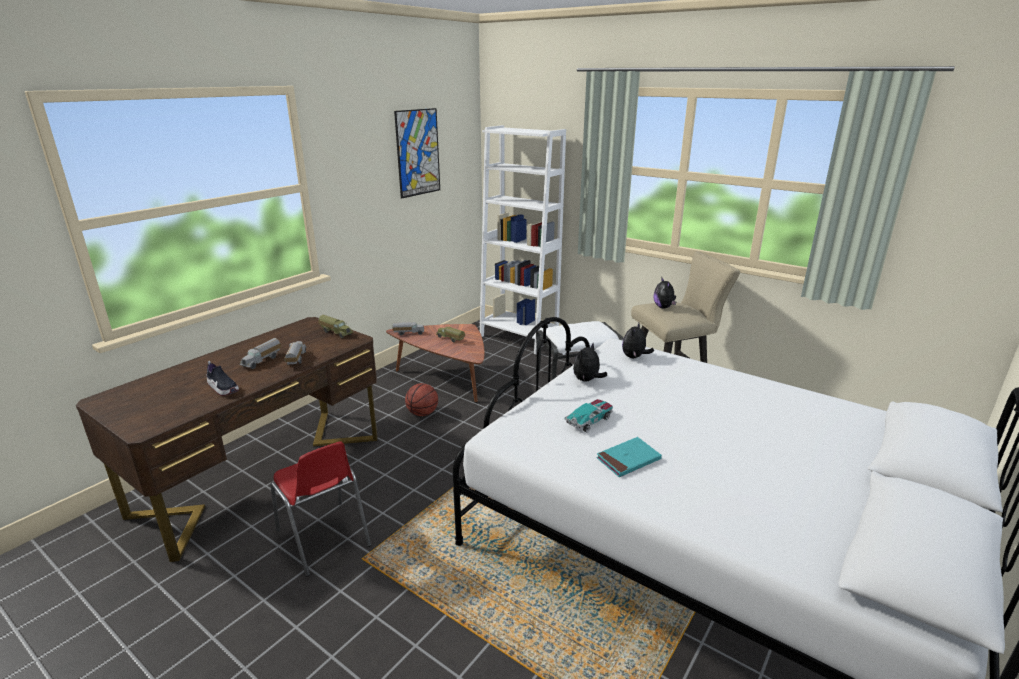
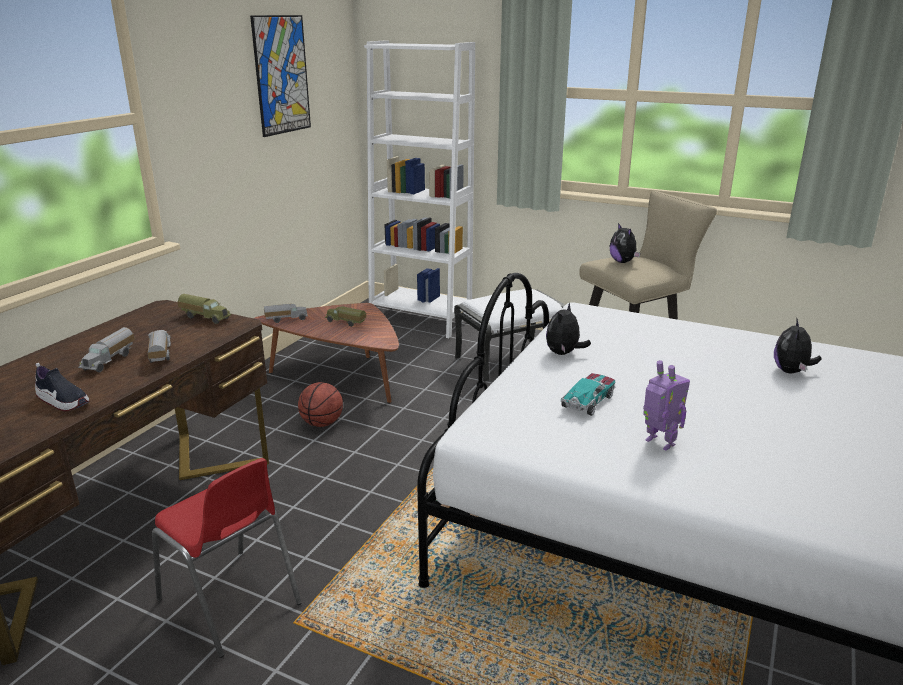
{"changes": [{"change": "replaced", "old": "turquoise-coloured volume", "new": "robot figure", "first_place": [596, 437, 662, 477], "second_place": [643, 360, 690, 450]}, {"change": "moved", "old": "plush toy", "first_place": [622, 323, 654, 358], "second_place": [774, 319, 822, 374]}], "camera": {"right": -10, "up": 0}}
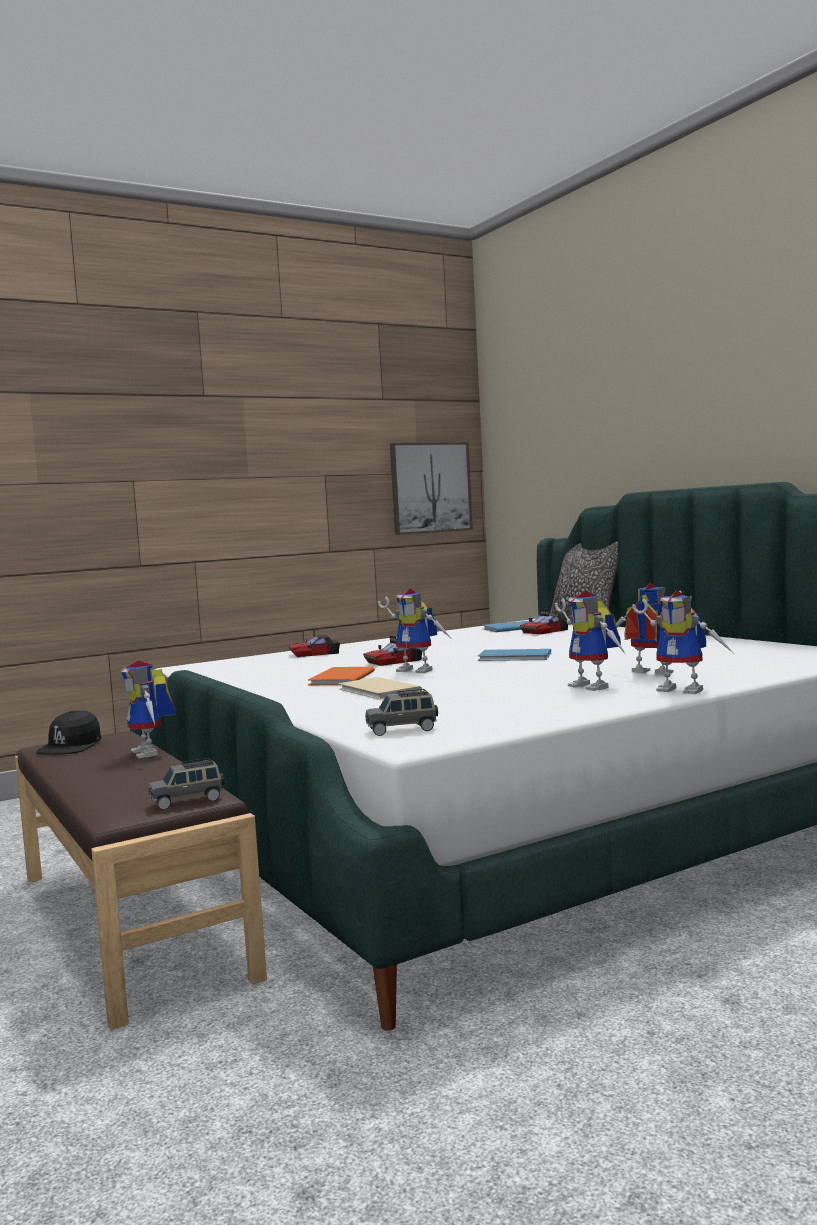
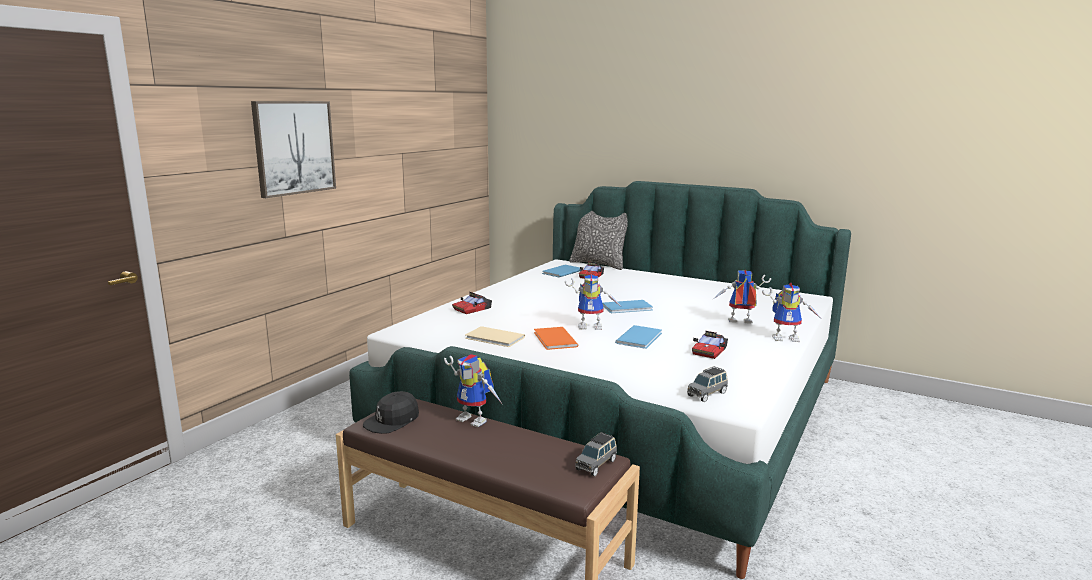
{"changes": [{"change": "moved", "old": "wall picture", "first_place": [390, 442, 473, 535], "second_place": [251, 101, 336, 198]}, {"change": "turned", "old": "blackish peaked cap", "first_place": [36, 710, 101, 754], "second_place": [363, 391, 419, 434], "degrees": 60}, {"change": "moved", "old": "beige-coloured volume", "first_place": [339, 677, 422, 699], "second_place": [465, 326, 525, 347]}, {"change": "added", "new": "bluish volume", "second_place": [615, 325, 662, 349]}, {"change": "moved", "old": "toy car", "first_place": [363, 636, 422, 666], "second_place": [692, 331, 728, 359]}, {"change": "removed", "old": "robot figure", "first_place": [555, 591, 625, 691]}], "camera": {"right": -30, "up": 10}}
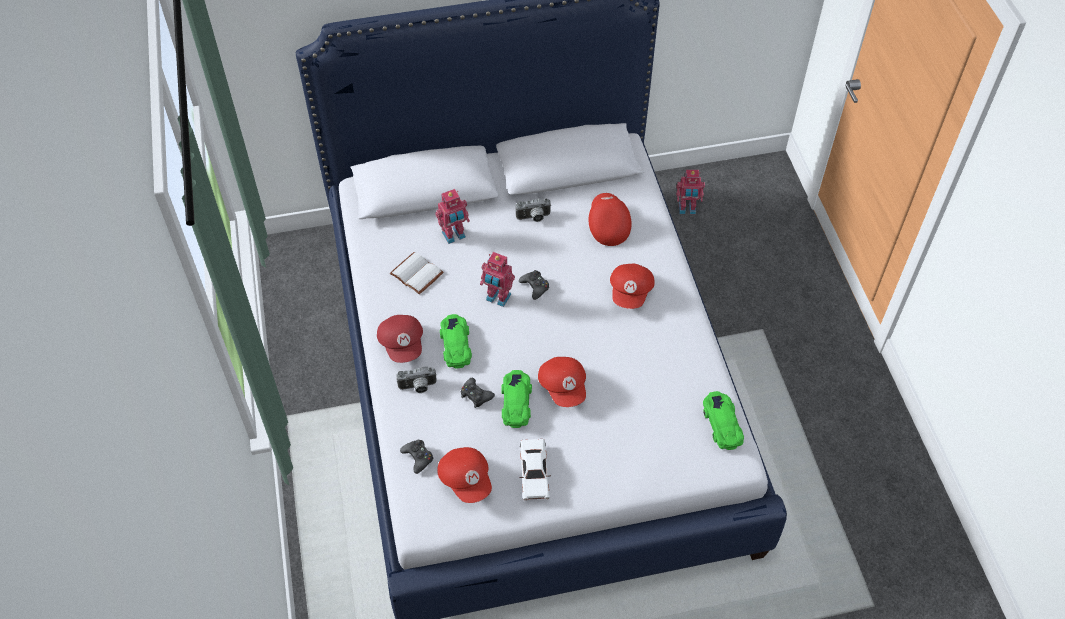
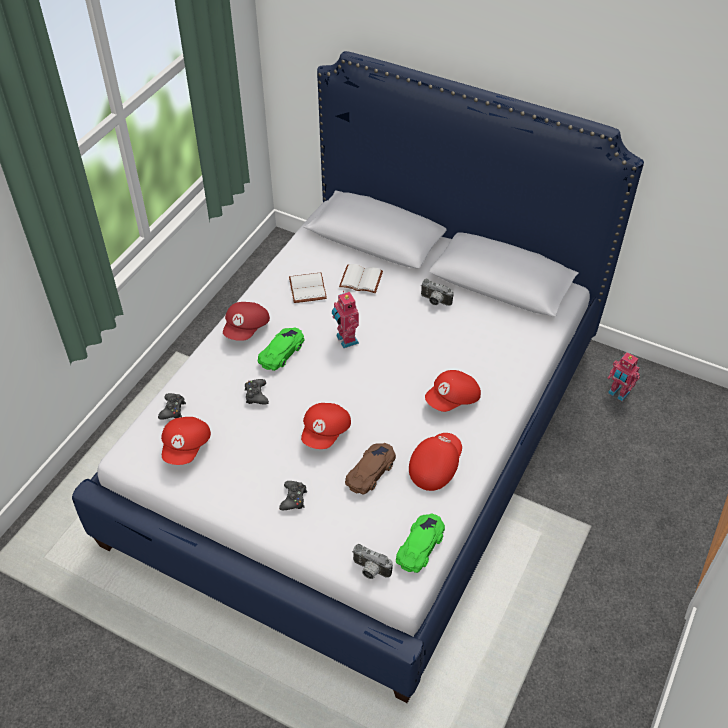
{"changes": [{"change": "moved", "old": "blackish game controller", "first_place": [519, 270, 549, 300], "second_place": [279, 481, 307, 510]}, {"change": "replaced", "old": "robot figure", "new": "white-coloured volume", "first_place": [436, 189, 470, 244], "second_place": [339, 264, 383, 293]}, {"change": "added", "new": "brownish toy car", "second_place": [345, 443, 396, 495]}, {"change": "moved", "old": "photo camera", "first_place": [396, 366, 437, 393], "second_place": [352, 544, 393, 579]}, {"change": "moved", "old": "red peaked cap", "first_place": [589, 193, 632, 246], "second_place": [409, 433, 462, 491]}, {"change": "removed", "old": "green-coloured toy car", "first_place": [501, 370, 532, 428]}, {"change": "removed", "old": "white-coloured toy car", "first_place": [519, 439, 551, 501]}], "camera": {"right": 40, "up": -5}}
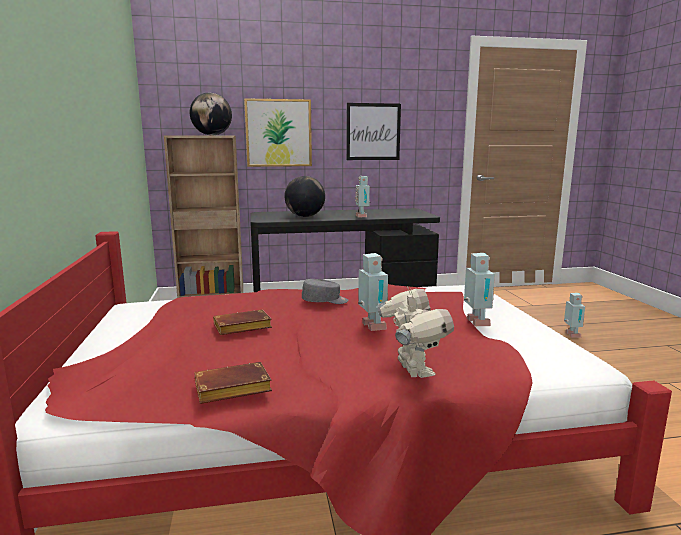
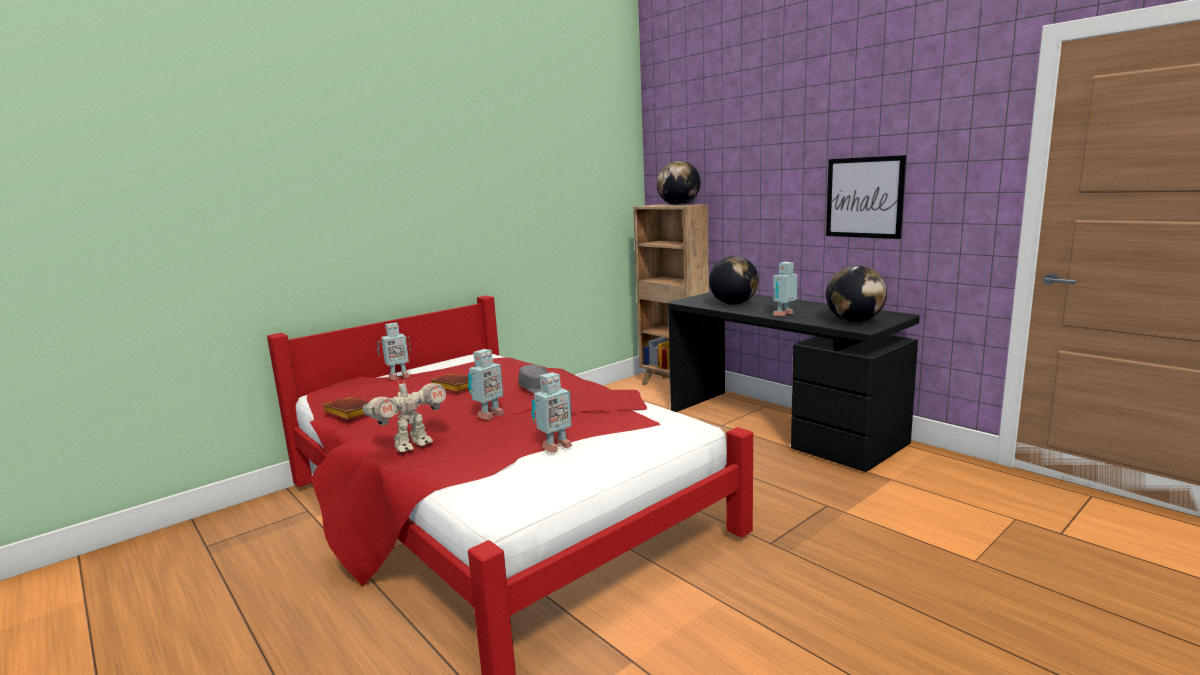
{"changes": [{"change": "moved", "old": "robot figure", "first_place": [564, 293, 585, 338], "second_place": [377, 322, 411, 380]}, {"change": "added", "new": "world globe", "second_place": [826, 265, 887, 322]}, {"change": "removed", "old": "wall picture", "first_place": [244, 98, 312, 167]}], "camera": {"right": 60, "up": 0}}
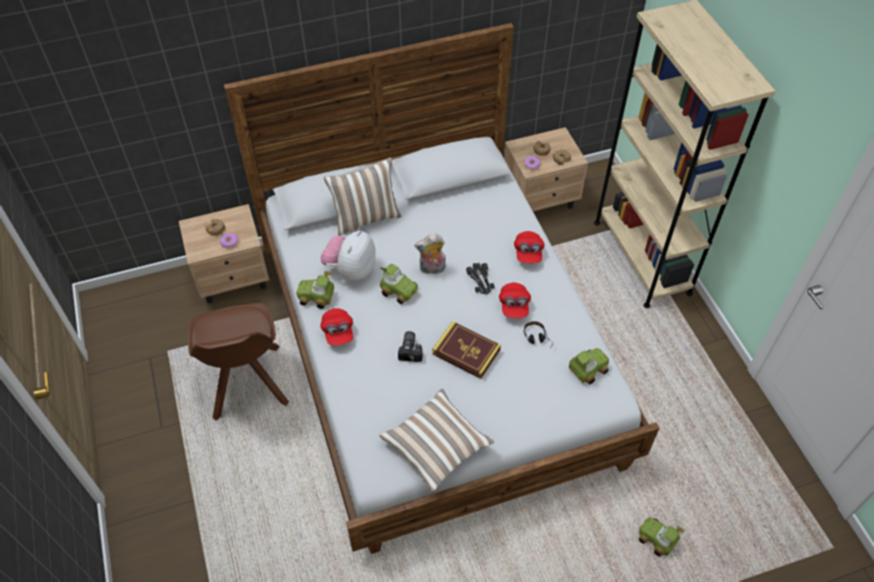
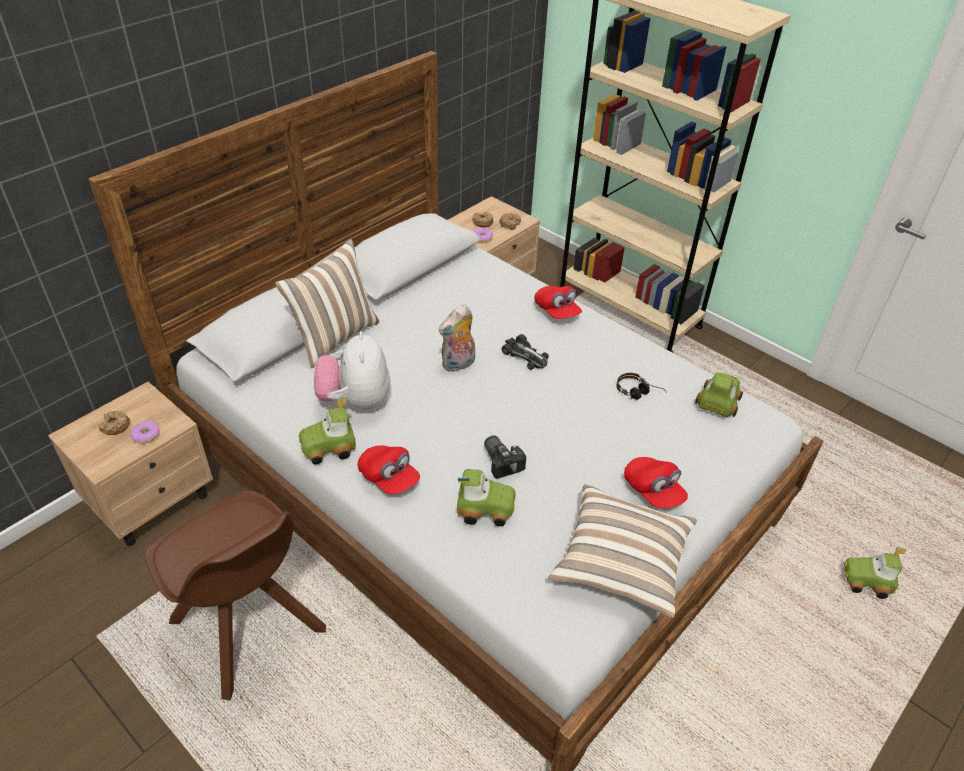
{"changes": [{"change": "moved", "old": "toy car", "first_place": [380, 264, 418, 304], "second_place": [457, 469, 516, 526]}, {"change": "moved", "old": "red peaked cap", "first_place": [499, 282, 531, 318], "second_place": [624, 457, 688, 509]}, {"change": "removed", "old": "volume", "first_place": [432, 321, 501, 379]}], "camera": {"right": -30, "up": -10}}
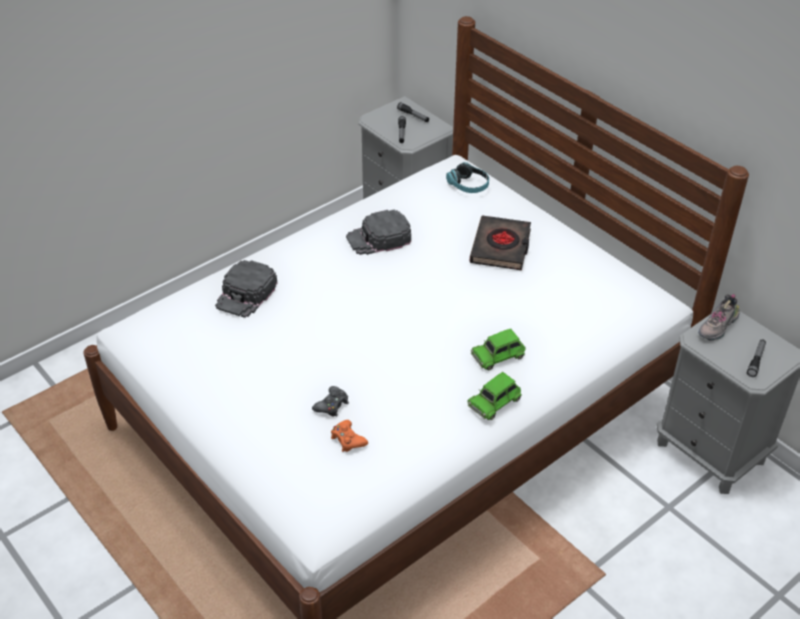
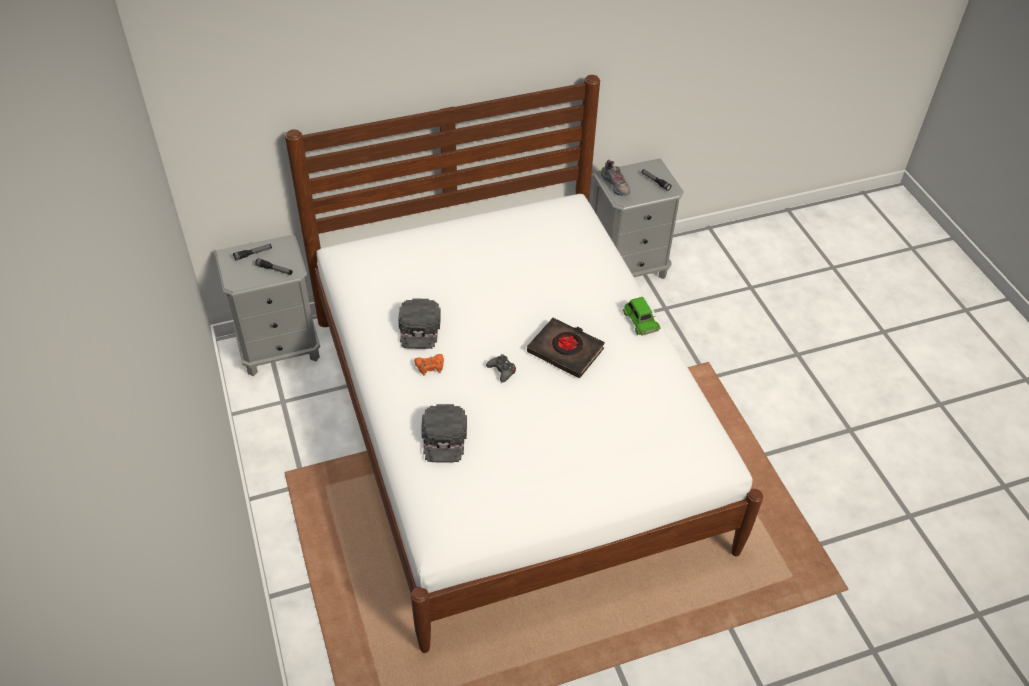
{"changes": [{"change": "moved", "old": "orangey game controller", "first_place": [331, 420, 368, 452], "second_place": [414, 354, 444, 375]}, {"change": "turned", "old": "blackish peaked cap", "first_place": [215, 260, 277, 318], "second_place": [421, 404, 467, 463], "degrees": 45}, {"change": "moved", "old": "blackish game controller", "first_place": [312, 386, 349, 417], "second_place": [486, 354, 516, 383]}, {"change": "moved", "old": "blackish volume", "first_place": [469, 215, 531, 270], "second_place": [527, 318, 605, 378]}, {"change": "removed", "old": "headset", "first_place": [446, 162, 489, 193]}, {"change": "removed", "old": "green-coloured toy car", "first_place": [471, 329, 526, 371]}], "camera": {"right": -70, "up": 5}}
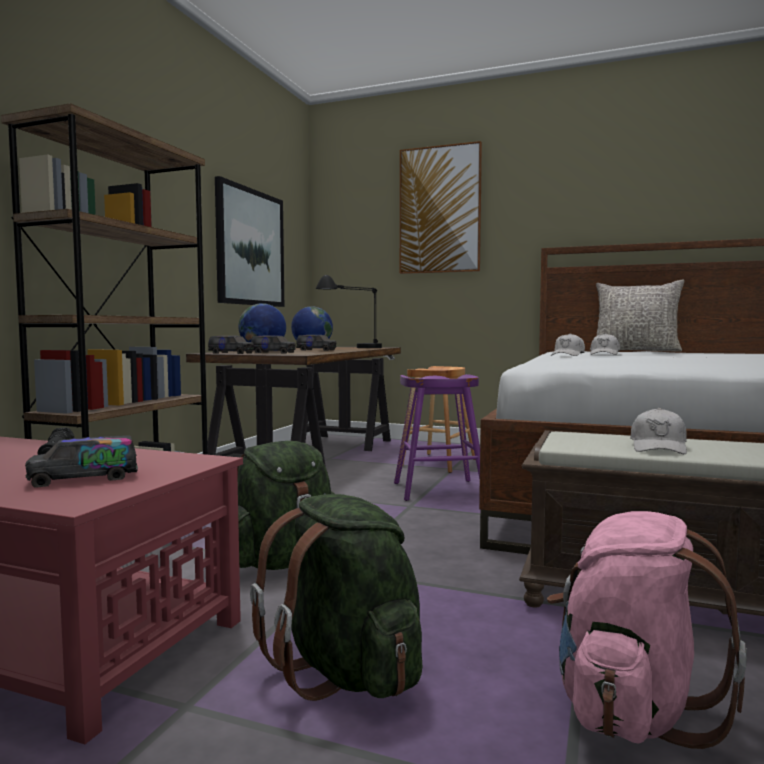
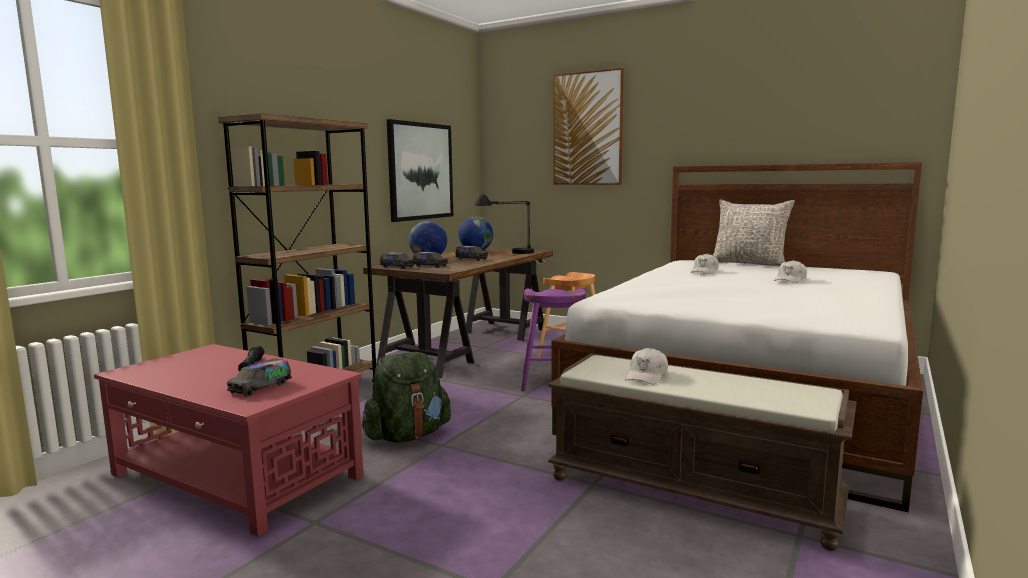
{"changes": [{"change": "turned", "old": "toy truck", "first_place": [25, 435, 138, 488], "second_place": [227, 358, 292, 397], "degrees": -45}, {"change": "moved", "old": "white-coloured peaked cap", "first_place": [551, 333, 585, 356], "second_place": [774, 260, 807, 283]}, {"change": "removed", "old": "green-coloured knapsack", "first_place": [250, 494, 423, 701]}, {"change": "removed", "old": "pink-coloured knapsack", "first_place": [547, 511, 747, 749]}], "camera": {"right": 10, "up": 5}}
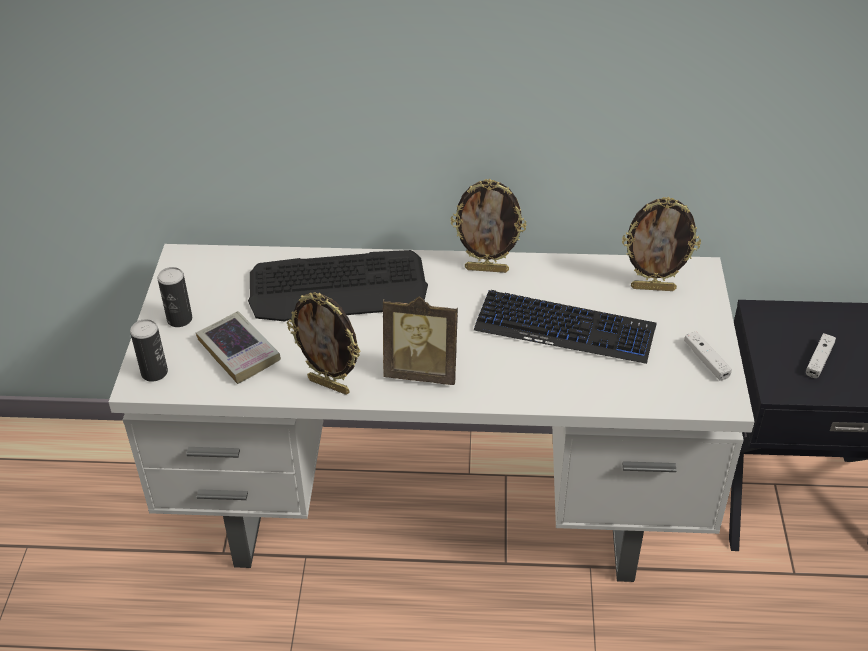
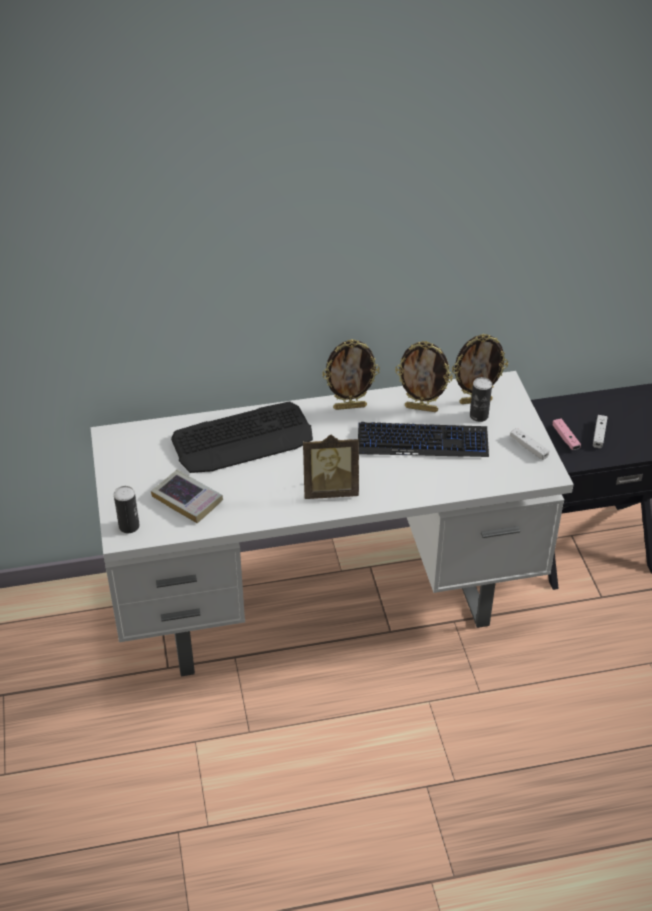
{"changes": [{"change": "moved", "old": "picture frame", "first_place": [287, 292, 361, 395], "second_place": [395, 341, 453, 412]}, {"change": "moved", "old": "metal can", "first_place": [157, 267, 192, 327], "second_place": [470, 377, 492, 422]}, {"change": "added", "new": "pink-coloured game controller", "second_place": [552, 418, 581, 450]}], "camera": {"right": -15, "up": 0}}
